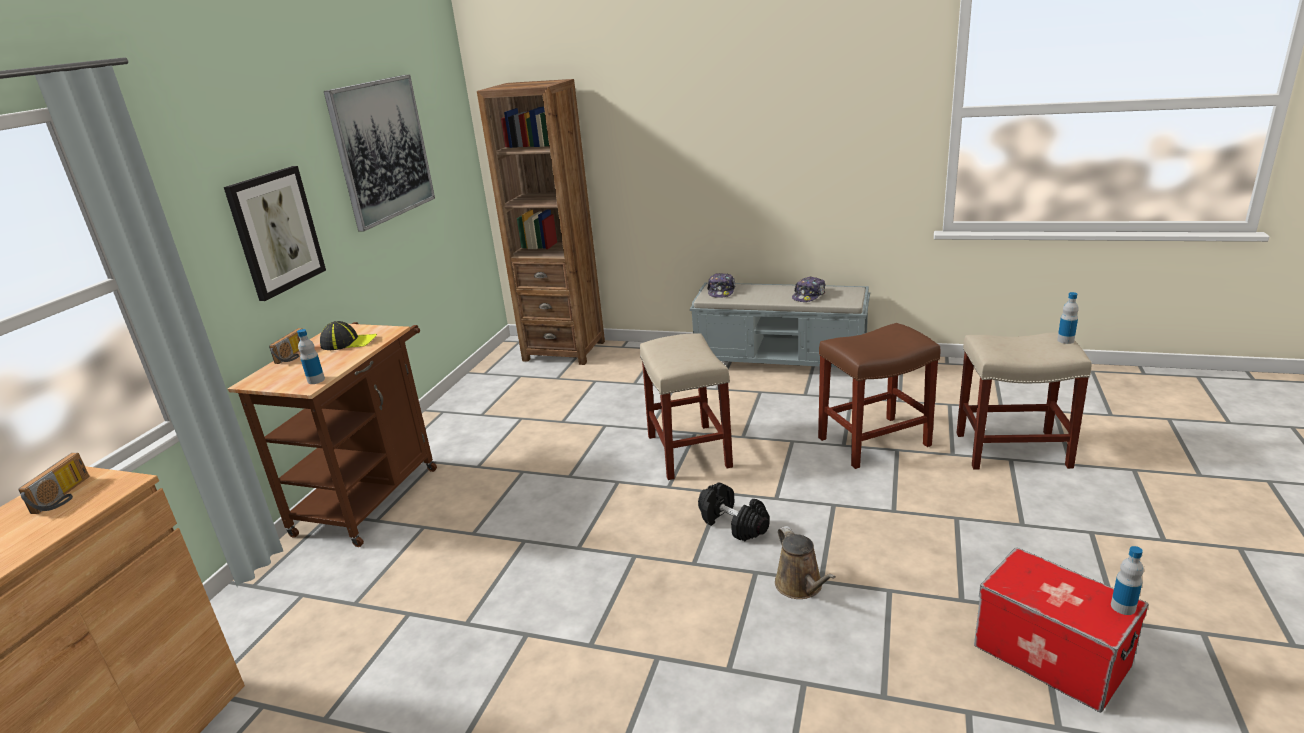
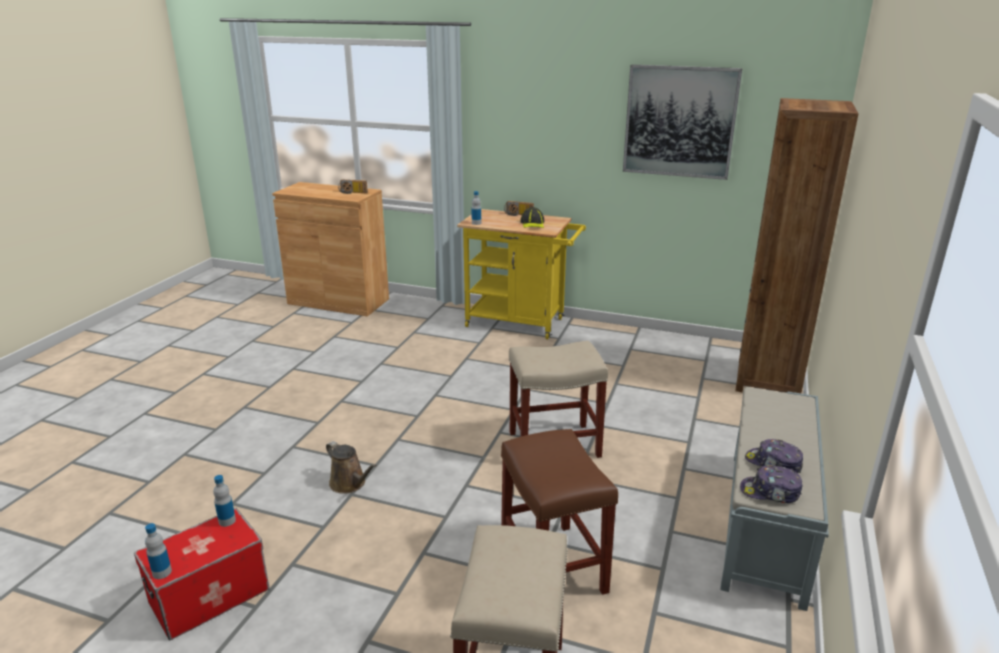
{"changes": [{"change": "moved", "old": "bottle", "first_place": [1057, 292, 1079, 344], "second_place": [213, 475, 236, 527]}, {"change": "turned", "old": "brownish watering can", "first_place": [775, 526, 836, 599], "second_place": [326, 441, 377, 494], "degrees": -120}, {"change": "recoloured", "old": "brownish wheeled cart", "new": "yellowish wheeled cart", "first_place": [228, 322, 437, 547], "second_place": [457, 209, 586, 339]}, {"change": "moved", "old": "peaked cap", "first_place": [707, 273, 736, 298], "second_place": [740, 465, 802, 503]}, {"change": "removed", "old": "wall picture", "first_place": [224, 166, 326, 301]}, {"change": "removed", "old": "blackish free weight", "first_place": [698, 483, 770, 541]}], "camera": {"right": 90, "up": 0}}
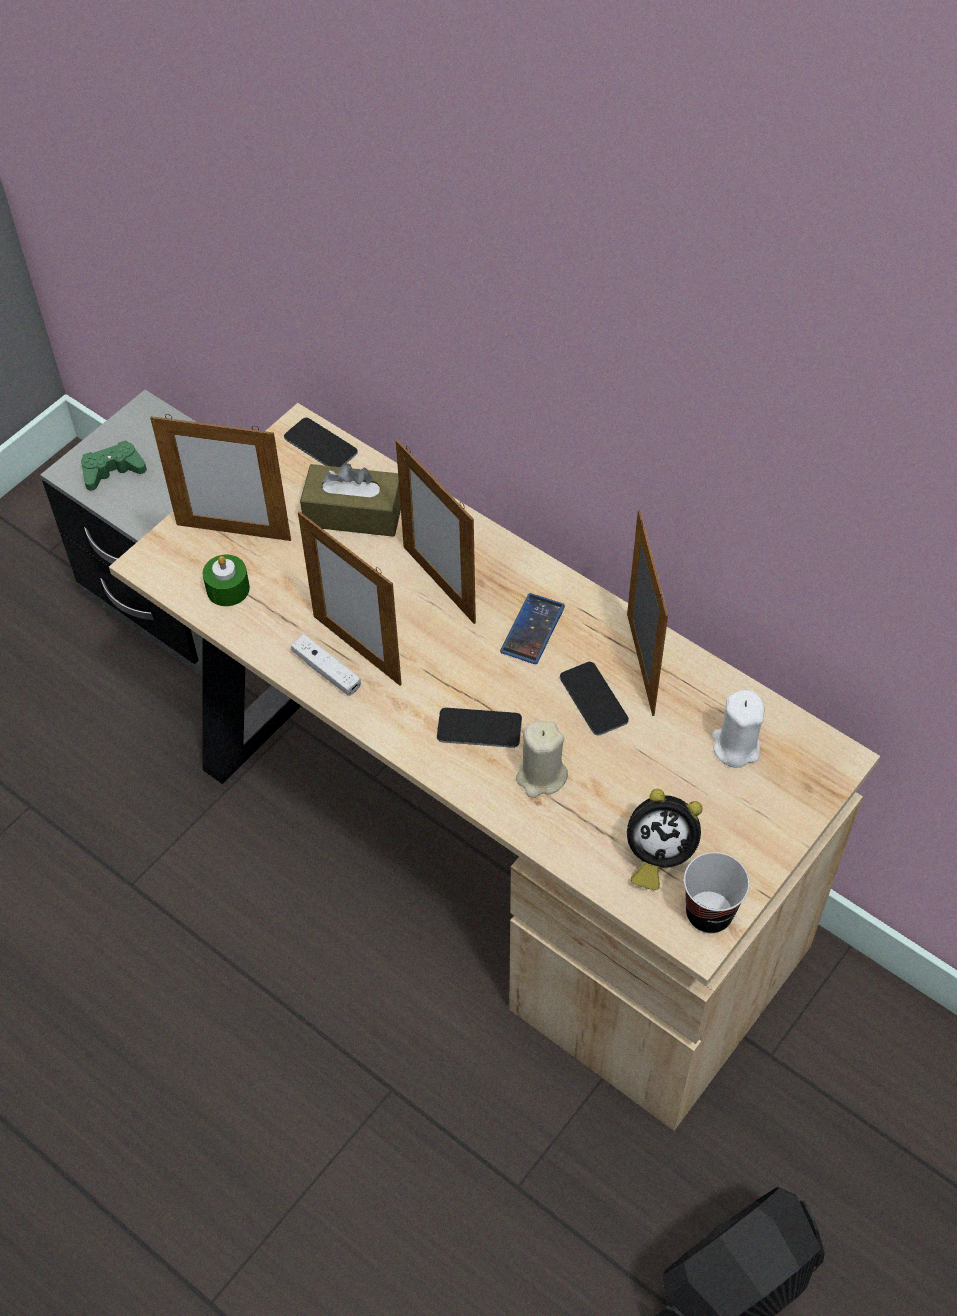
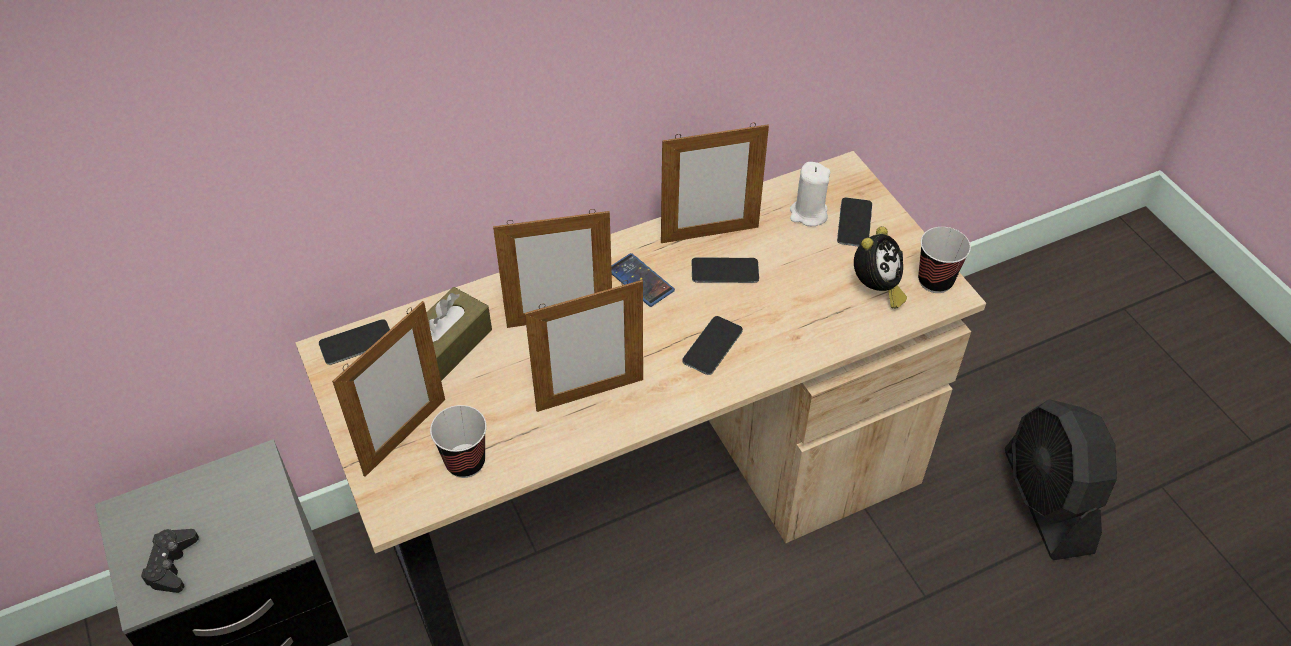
{"changes": [{"change": "recoloured", "old": "green-coloured game controller", "new": "blackish game controller", "first_place": [81, 440, 147, 491], "second_place": [141, 529, 199, 593]}, {"change": "replaced", "old": "green-coloured candle", "new": "cup", "first_place": [202, 555, 250, 606], "second_place": [430, 405, 487, 478]}, {"change": "turned", "old": "picture frame", "first_place": [627, 510, 668, 716], "second_place": [661, 123, 769, 243], "degrees": 150}, {"change": "added", "new": "phone", "second_place": [837, 198, 872, 247]}, {"change": "removed", "old": "white-coloured game controller", "first_place": [291, 634, 361, 696]}, {"change": "removed", "old": "beige-coloured candle", "first_place": [516, 721, 568, 798]}], "camera": {"right": -65, "up": -5}}
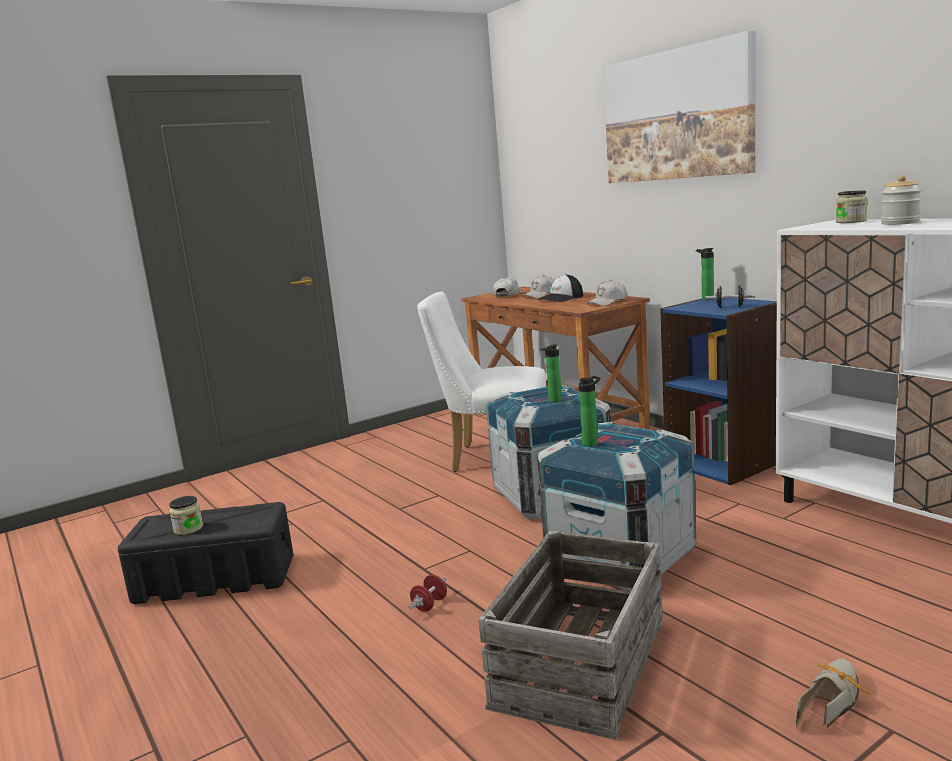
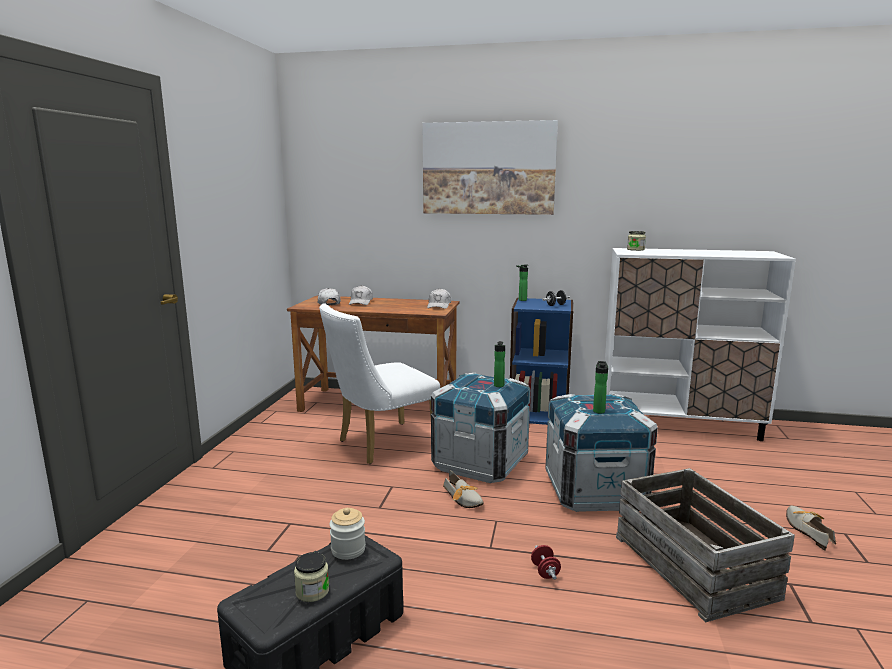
{"changes": [{"change": "moved", "old": "storage jar", "first_place": [881, 175, 921, 225], "second_place": [329, 508, 366, 560]}, {"change": "added", "new": "low shoe", "second_place": [443, 470, 484, 508]}, {"change": "removed", "old": "peaked cap", "first_place": [538, 274, 583, 302]}], "camera": {"right": -45, "up": 0}}
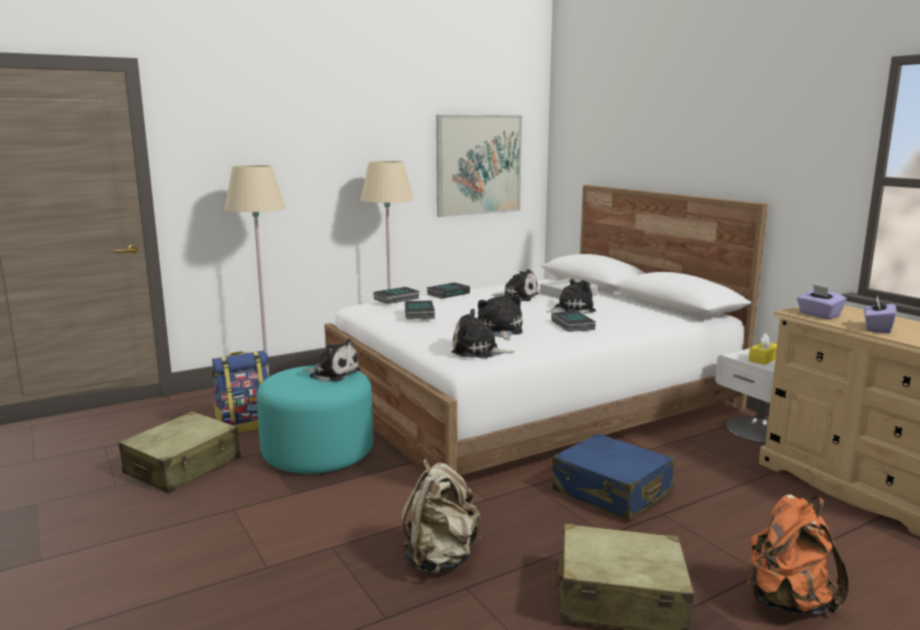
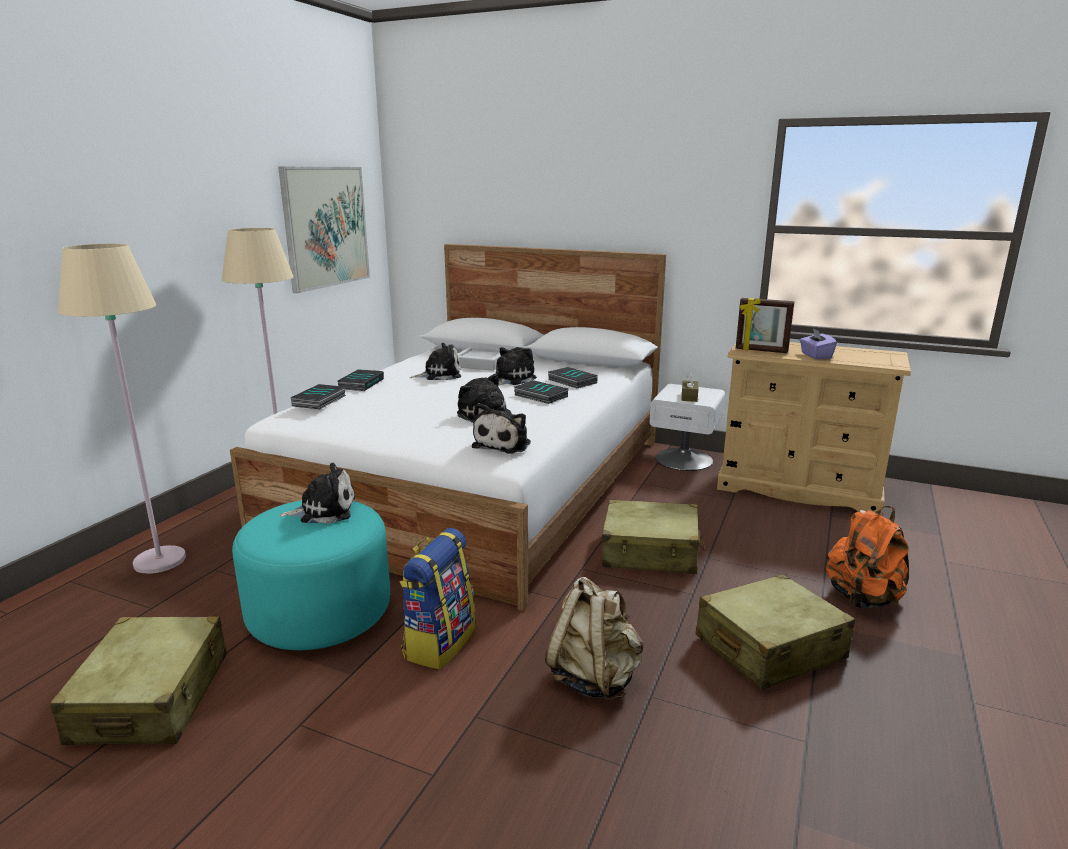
{"changes": [{"change": "moved", "old": "knapsack", "first_place": [211, 351, 268, 434], "second_place": [400, 528, 475, 669]}, {"change": "turned", "old": "plush toy", "first_place": [452, 309, 514, 358], "second_place": [472, 403, 531, 454], "degrees": -45}, {"change": "moved", "old": "volume", "first_place": [405, 301, 435, 319], "second_place": [548, 367, 598, 388]}, {"change": "recoloured", "old": "bluish suitcase", "new": "beige-coloured suitcase", "first_place": [552, 434, 675, 521], "second_place": [602, 500, 705, 574]}, {"change": "recoloured", "old": "yellowish box of tissues", "new": "brownish box of tissues", "first_place": [749, 333, 777, 365], "second_place": [681, 373, 698, 402]}, {"change": "replaced", "old": "purplish box of tissues", "new": "picture frame", "first_place": [797, 285, 847, 319], "second_place": [736, 298, 794, 353]}], "camera": {"right": -35, "up": 5}}
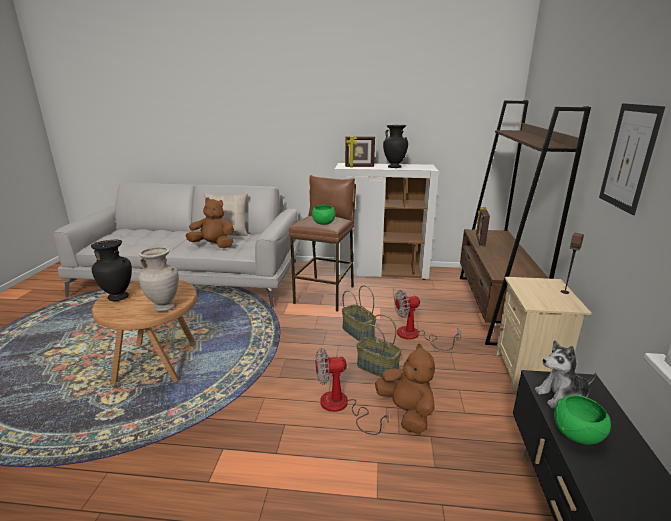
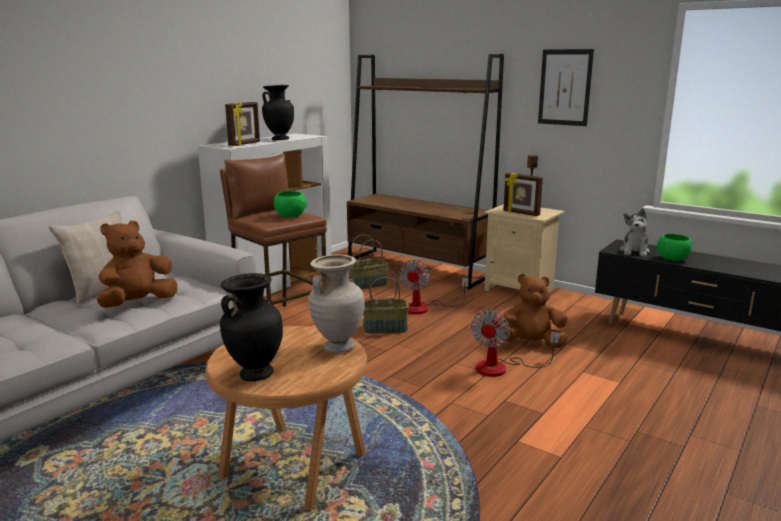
{"changes": [{"change": "moved", "old": "household basket", "first_place": [356, 314, 402, 377], "second_place": [349, 235, 388, 289]}, {"change": "moved", "old": "picture frame", "first_place": [476, 207, 490, 246], "second_place": [503, 173, 543, 216]}], "camera": {"right": -60, "up": -5}}
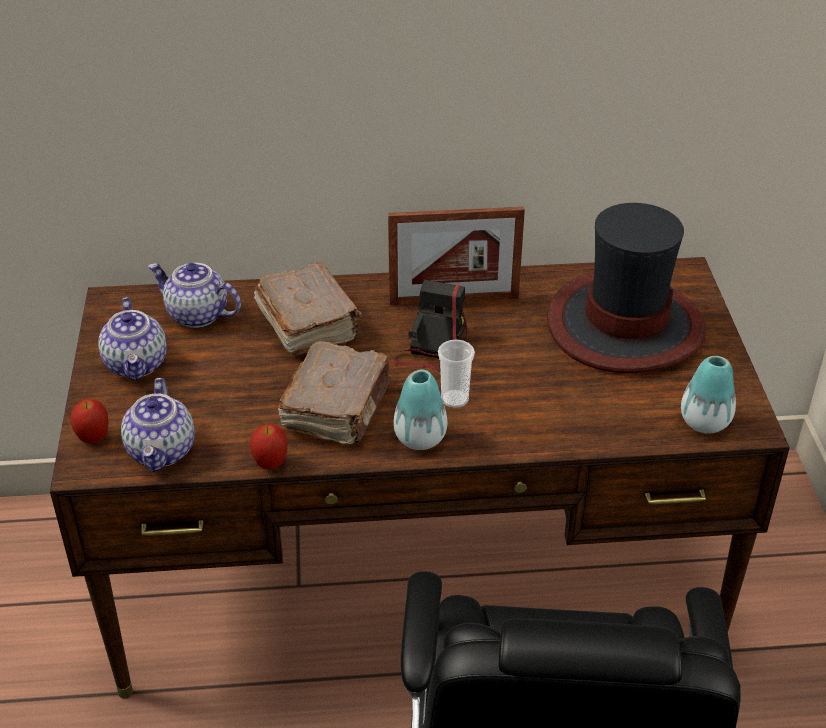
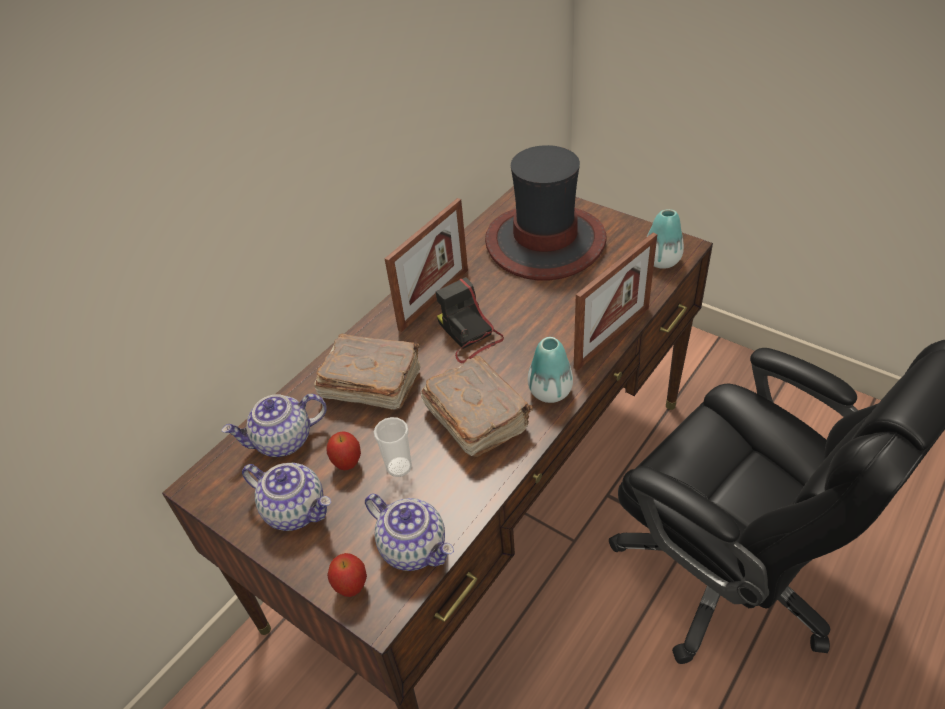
{"changes": [{"change": "moved", "old": "whole apple", "first_place": [250, 424, 287, 469], "second_place": [326, 431, 361, 470]}, {"change": "moved", "old": "cup", "first_place": [438, 339, 475, 408], "second_place": [374, 417, 412, 477]}, {"change": "added", "new": "picture frame", "second_place": [574, 233, 657, 371]}], "camera": {"right": -45, "up": 5}}
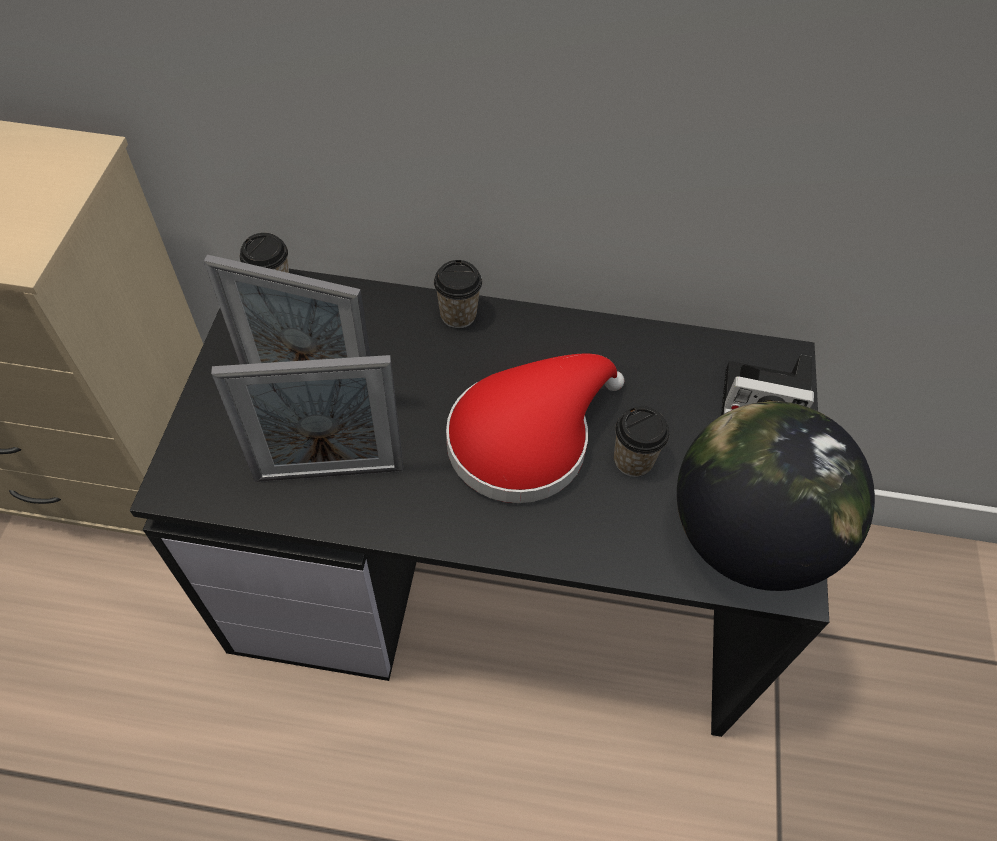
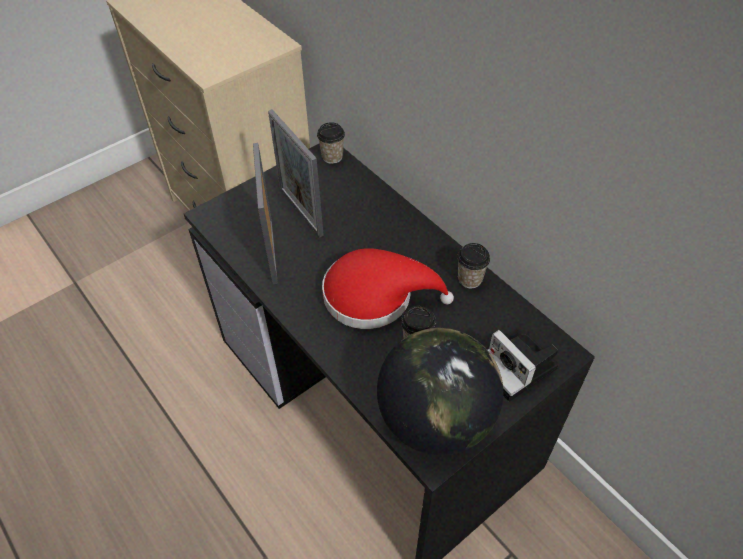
{"changes": [{"change": "turned", "old": "picture frame", "first_place": [211, 355, 403, 482], "second_place": [253, 143, 278, 284], "degrees": 45}, {"change": "moved", "old": "cup", "first_place": [434, 260, 482, 328], "second_place": [457, 243, 490, 288]}], "camera": {"right": 45, "up": -5}}
